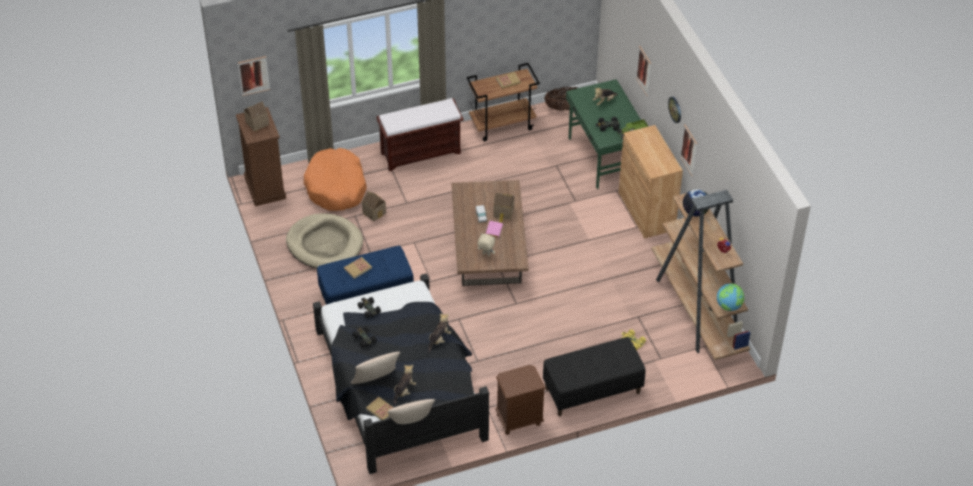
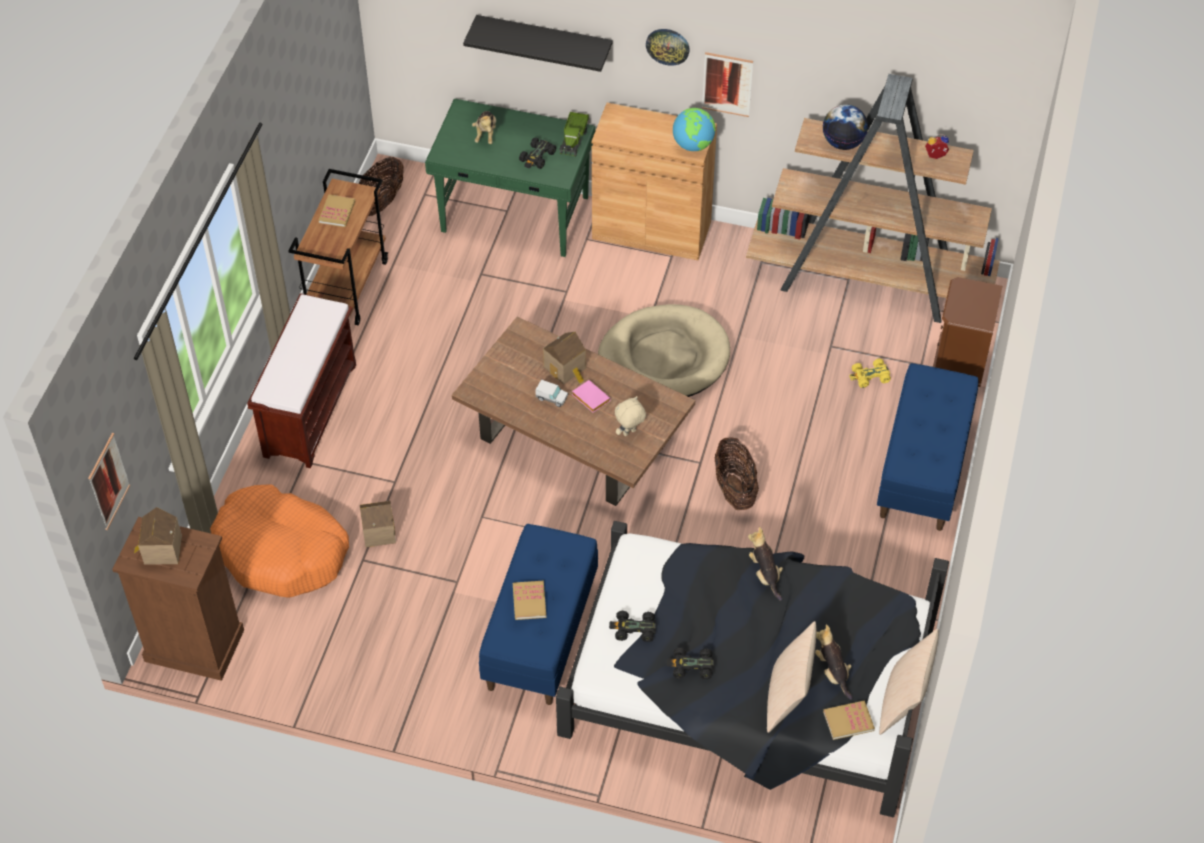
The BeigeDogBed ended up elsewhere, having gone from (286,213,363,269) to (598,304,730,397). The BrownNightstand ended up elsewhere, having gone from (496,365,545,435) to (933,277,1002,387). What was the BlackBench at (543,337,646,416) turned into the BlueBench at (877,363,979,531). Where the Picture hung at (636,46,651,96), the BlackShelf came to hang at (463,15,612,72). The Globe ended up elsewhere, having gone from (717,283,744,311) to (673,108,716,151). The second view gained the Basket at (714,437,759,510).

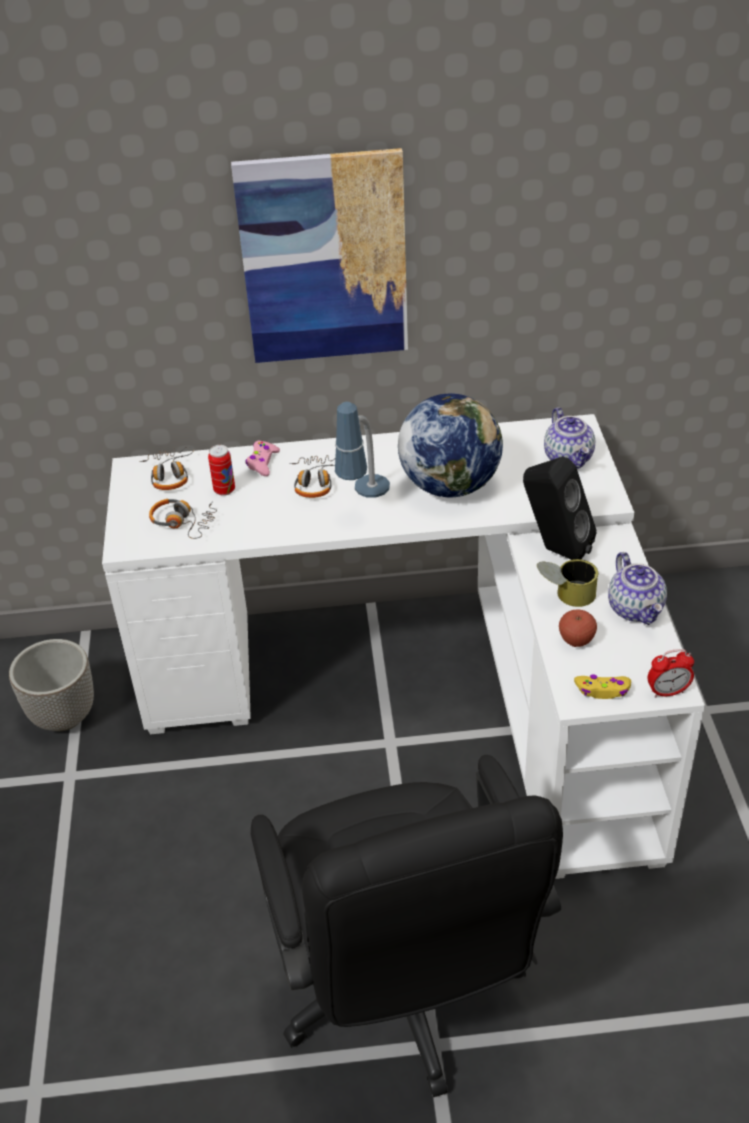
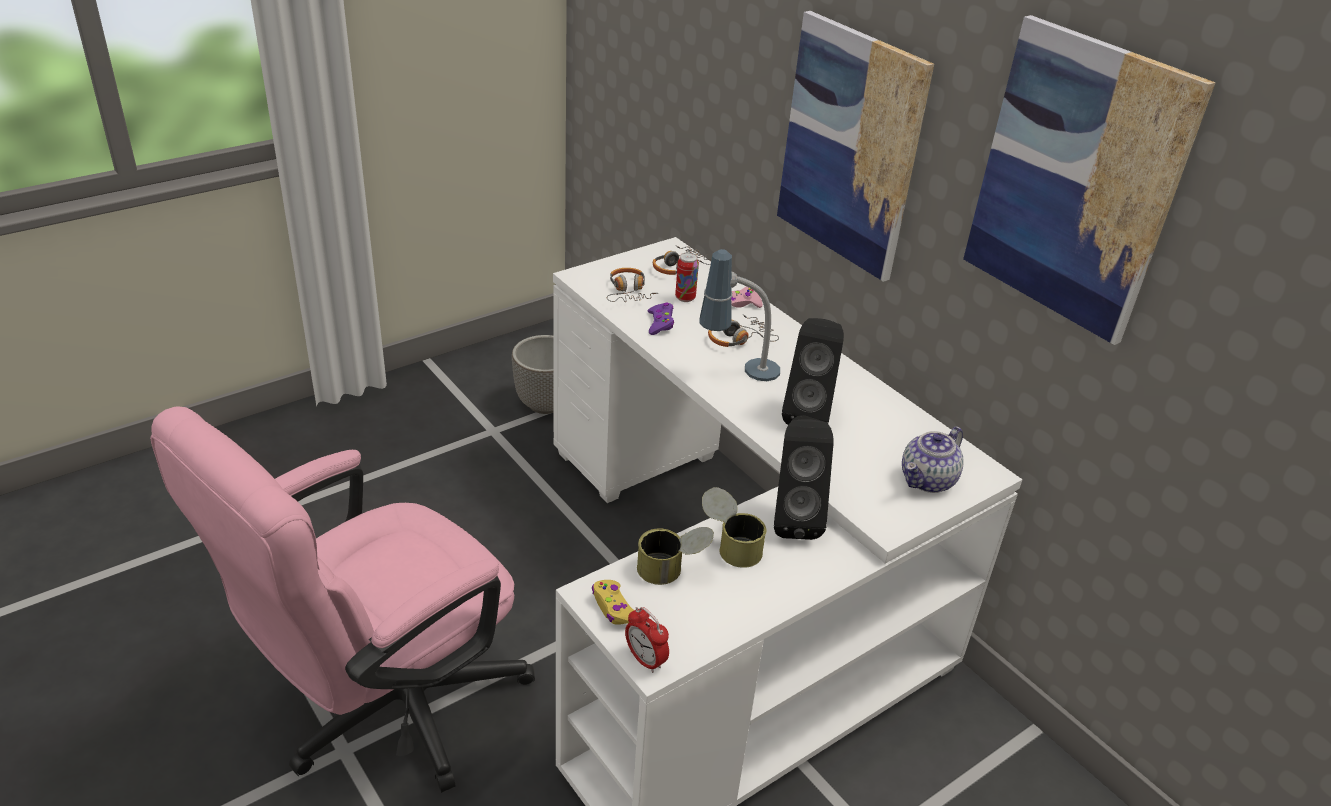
What was the BlackOfficeChair at (250,755,563,1097) turned into the PinkOfficeChair at (150,406,535,793). Where the Globe stood at (398,393,503,497), the BlackSpeaker came to stand at (782,318,844,425). Where the Apple stood at (559,609,597,647), the Can came to stand at (637,527,714,585). The second view lost the Teapot at (608,552,667,625). The second view gained the PurpleGameController at (648,302,674,335). The second view gained the Picture at (963,15,1216,345).

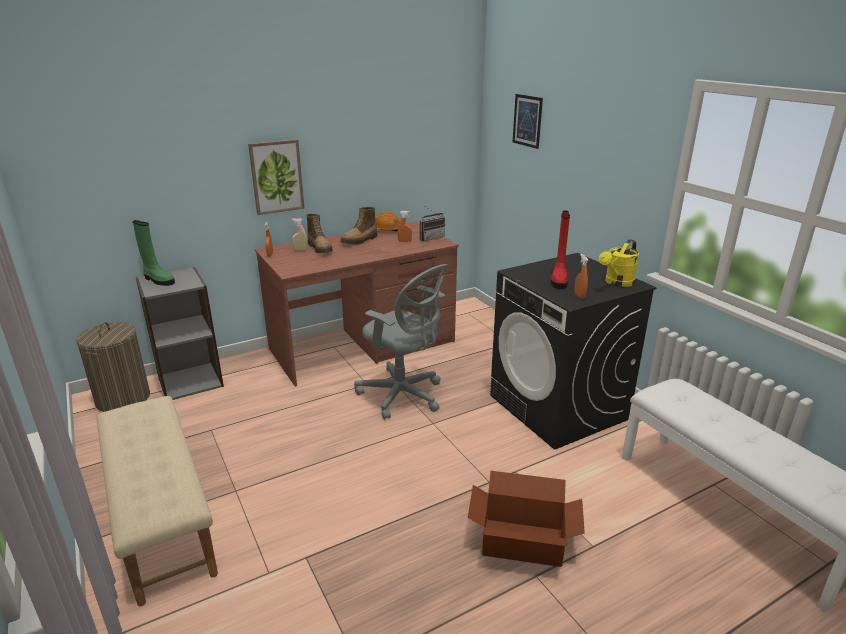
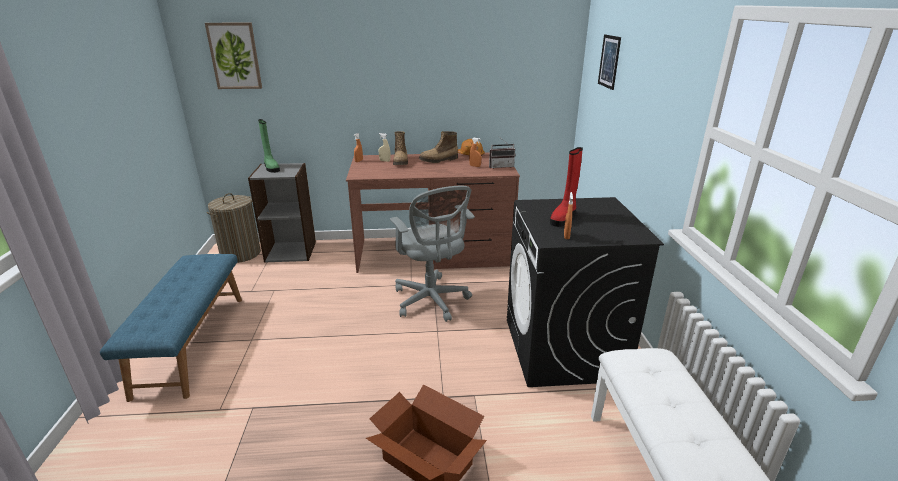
What was the BeigeBench at (96,396,218,606) turned into the BlueBench at (100,254,242,402). The Picture ended up elsewhere, having gone from (248,139,304,215) to (205,23,262,89). The second view lost the YellowWateringCan at (599,239,639,287).

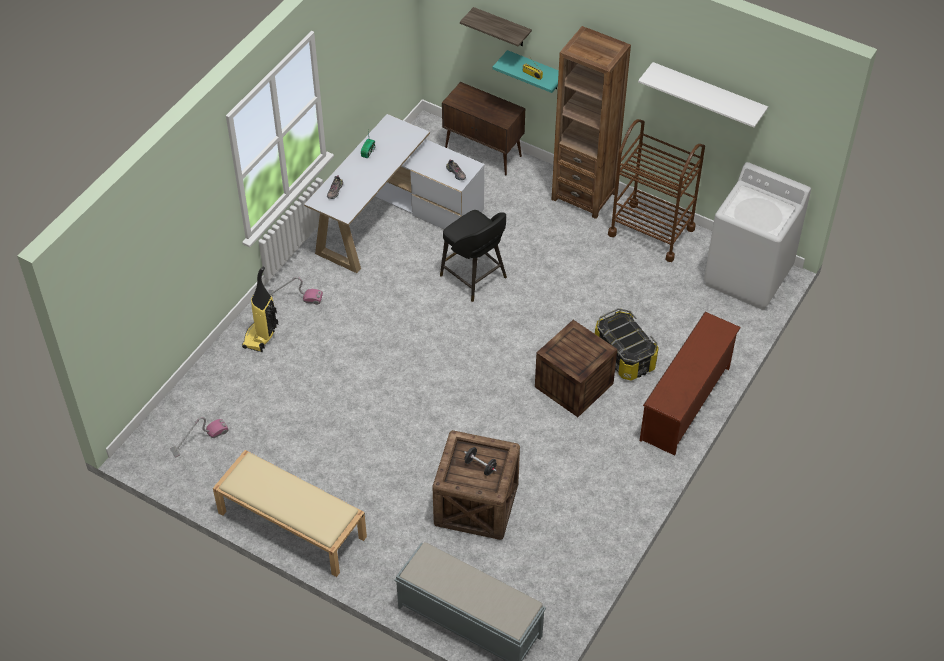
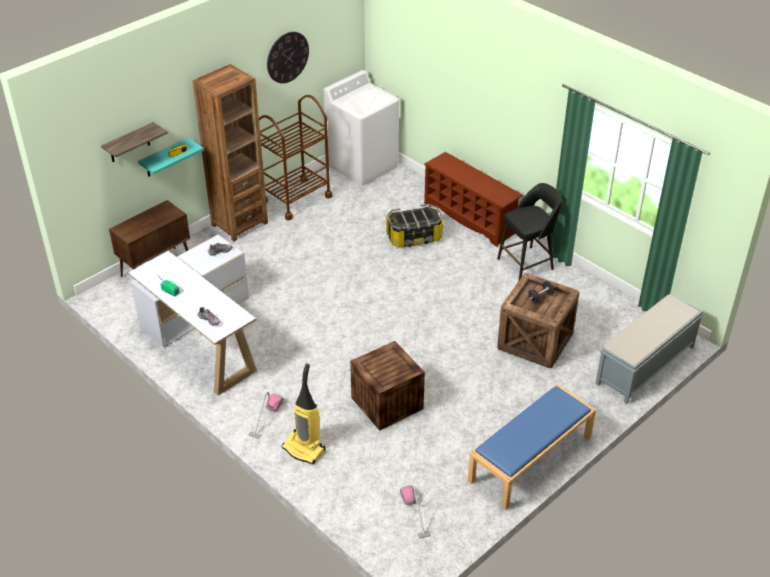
What was the BeigeBench at (213,450,367,577) turned into the BlueBench at (468,384,596,510). The BlackStool ended up elsewhere, having gone from (440,210,507,302) to (497,183,561,280). The Crate ended up elsewhere, having gone from (535,320,617,417) to (350,341,425,431). Where the WhiteShelf hung at (638,62,768,127), the WallClock came to hang at (267,32,309,83).

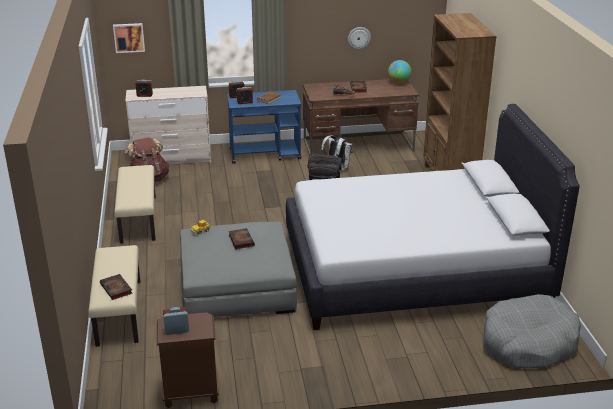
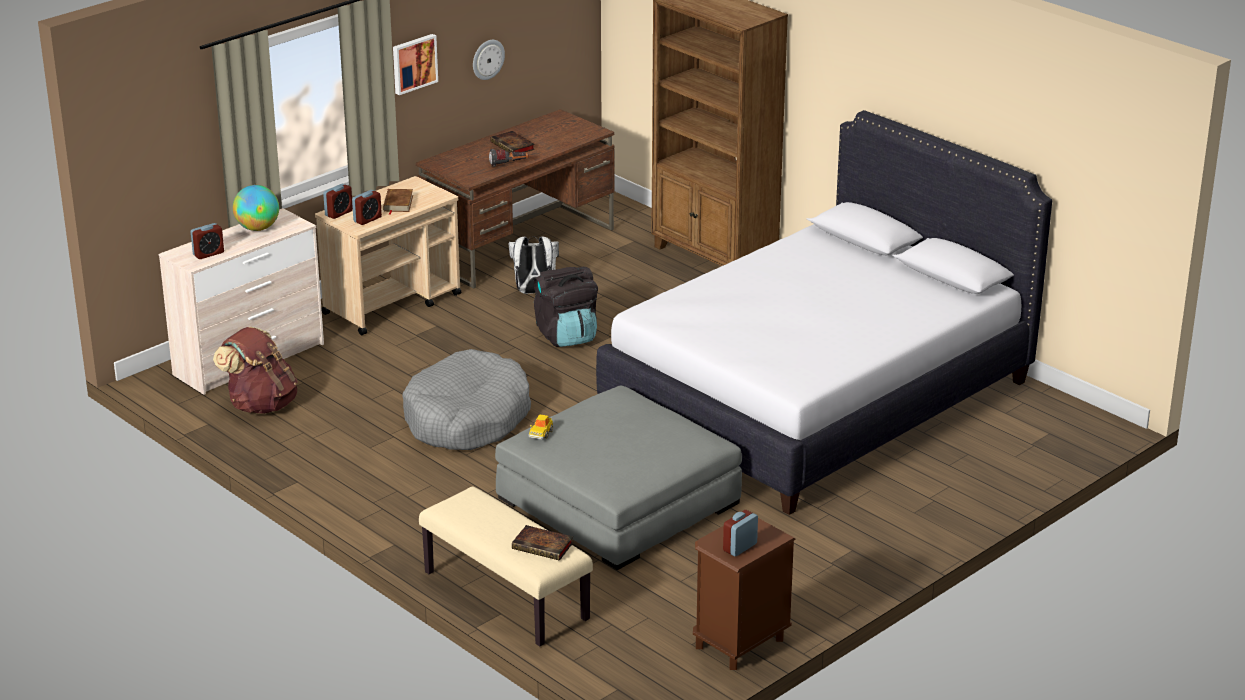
The Picture ended up elsewhere, having gone from (113,23,145,53) to (393,34,438,95). The second view lost the BeigeBench at (114,165,156,243). What was the BlueCart at (227,90,301,163) turned into the BeigeCart at (315,176,461,335). The second view lost the Book at (229,228,255,249). The Globe ended up elsewhere, having gone from (388,60,412,84) to (233,185,279,231). The GreyDogBed ended up elsewhere, having gone from (483,294,581,368) to (402,349,531,450).

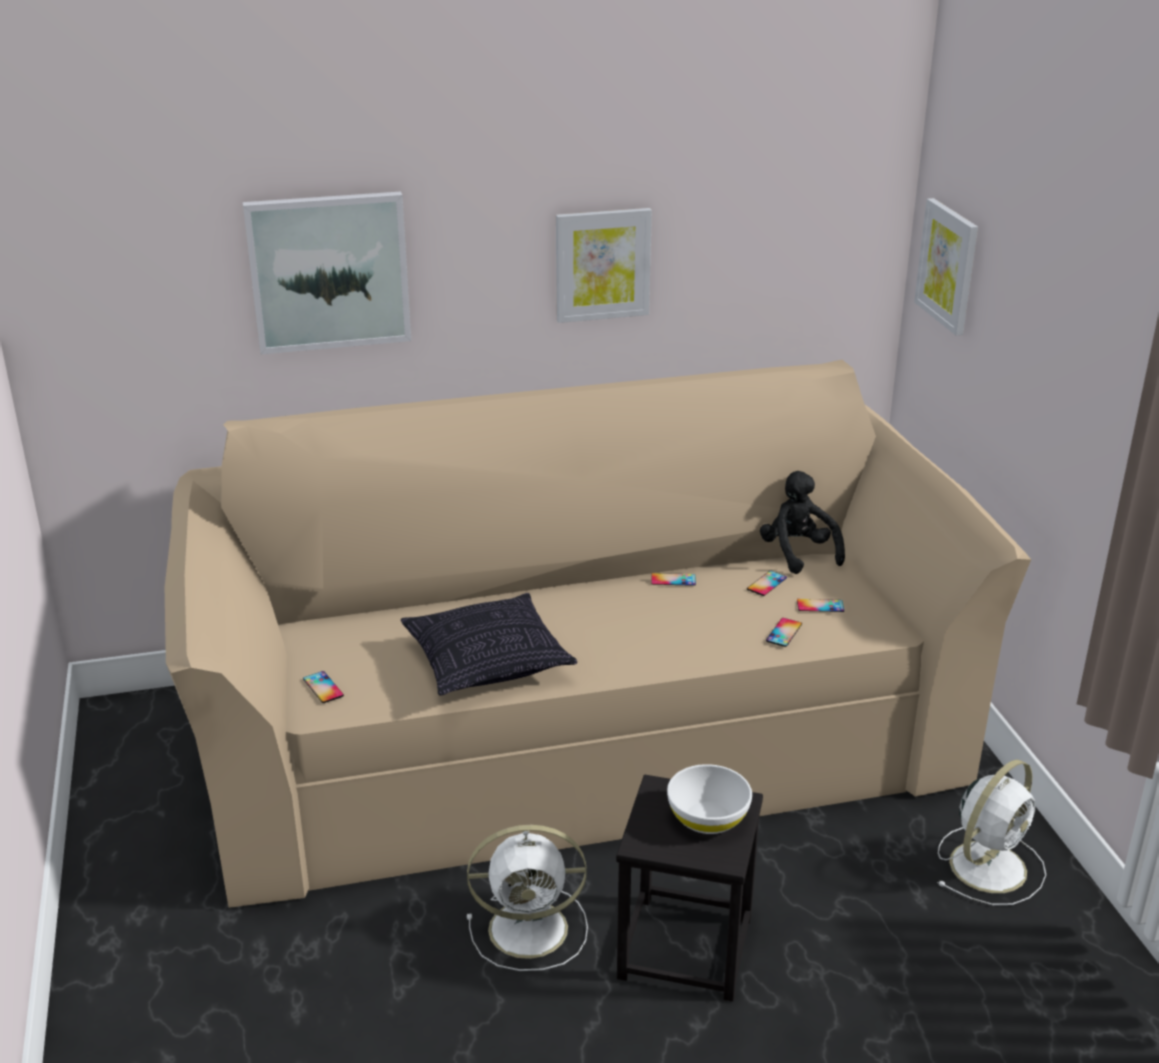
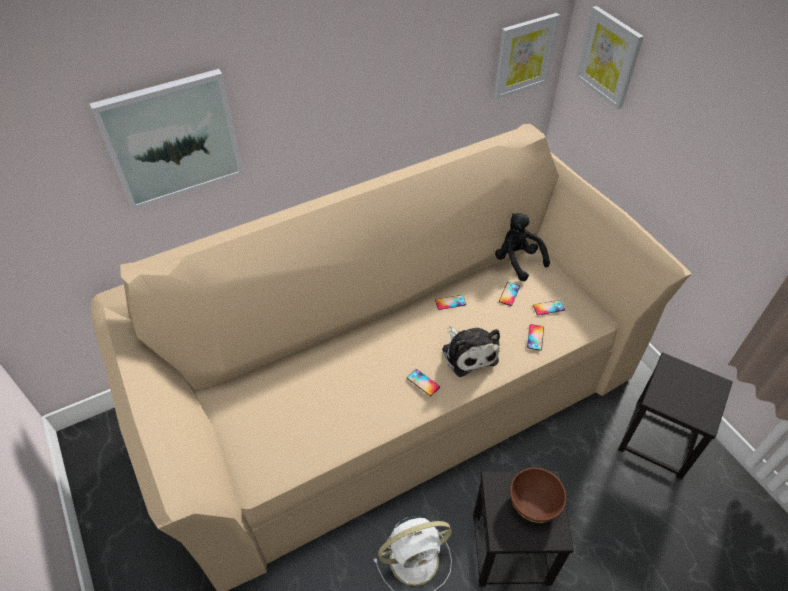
The Phone ended up elsewhere, having gone from (303,671,344,703) to (407,369,440,396). The second view lost the Pillow at (401,593,577,696). The Picture ended up elsewhere, having gone from (556,208,652,323) to (493,13,560,99). What was the WhiteBowl at (667,764,752,834) turned into the BrownBowl at (510,468,566,523). Where the WhiteFan stood at (937,760,1046,905), the BlackStool came to stand at (618,352,732,480). The second view gained the PlushToy at (442,327,500,377).

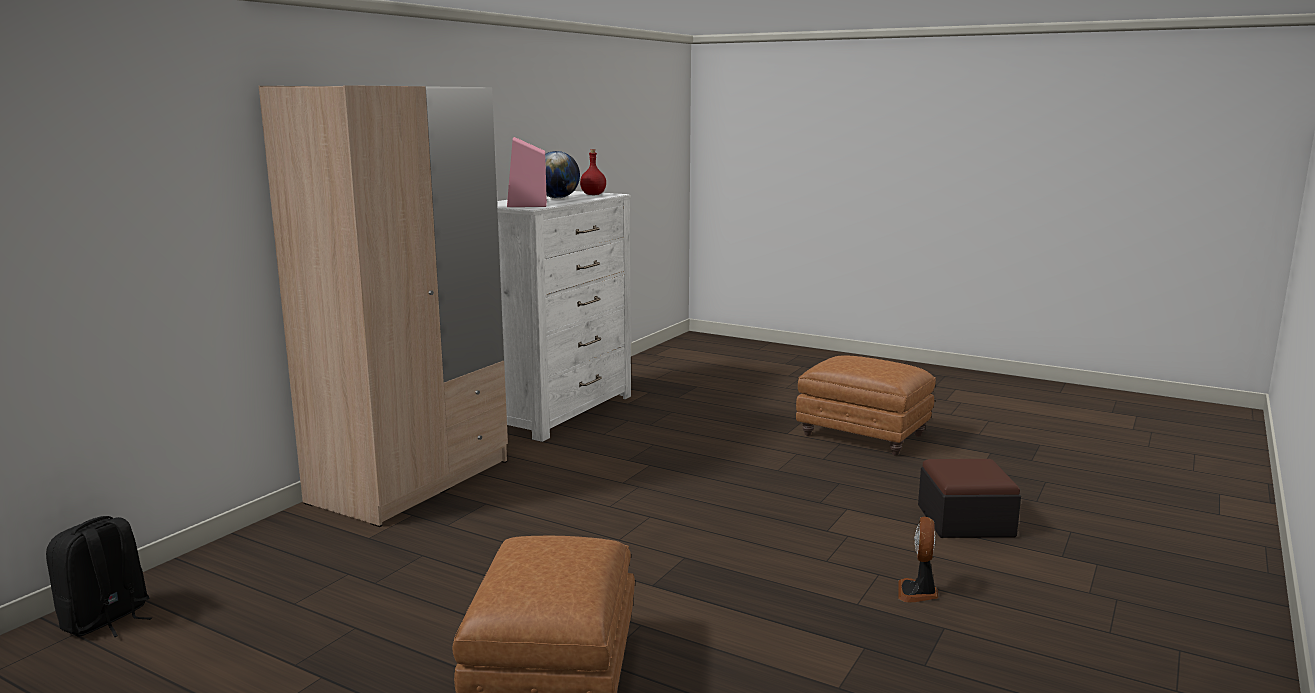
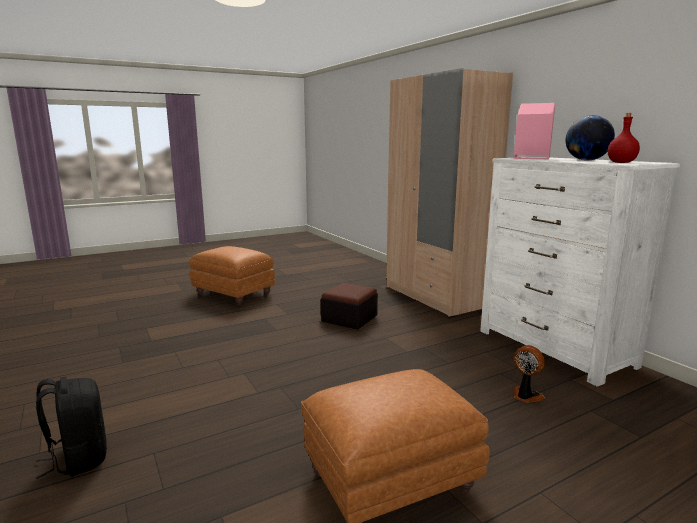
The BlackBackpack ended up elsewhere, having gone from (46,516,152,637) to (36,377,107,479). The Fan ended up elsewhere, having gone from (898,517,938,602) to (513,345,545,403). The Ottoman ended up elsewhere, having gone from (918,459,1021,538) to (321,283,378,329).

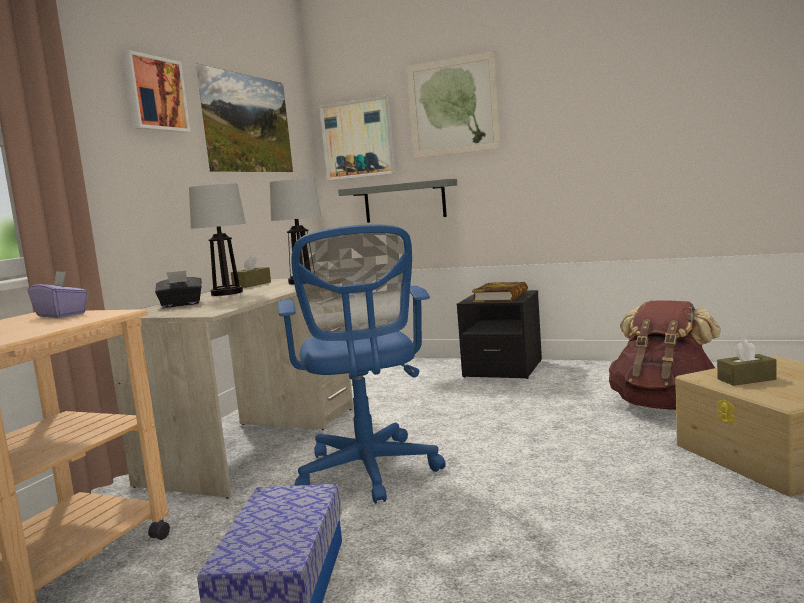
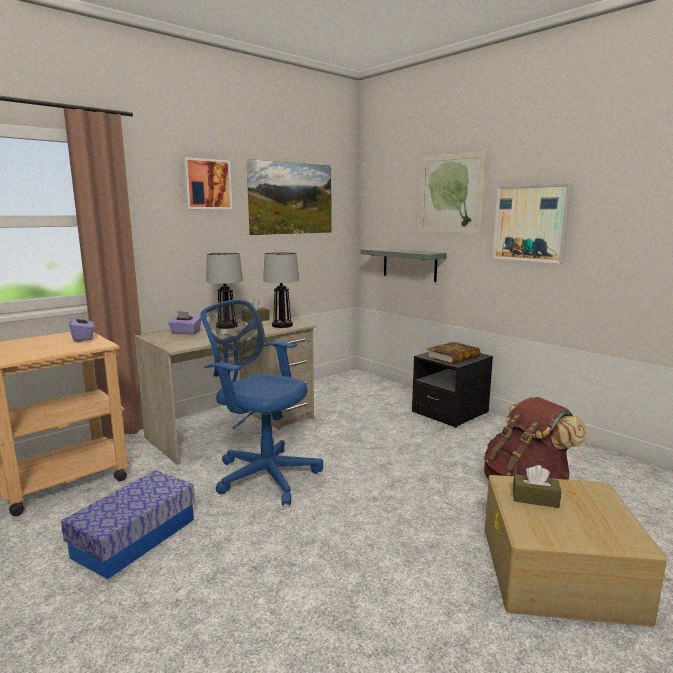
What was the BlackTissueBox at (155,270,202,308) turned into the PurpleTissueBox at (168,311,201,334). The BlueOfficeChair at (278,225,446,504) ended up facing another way, 105 degrees clockwise from before. The Picture ended up elsewhere, having gone from (320,95,396,181) to (492,183,572,264).

